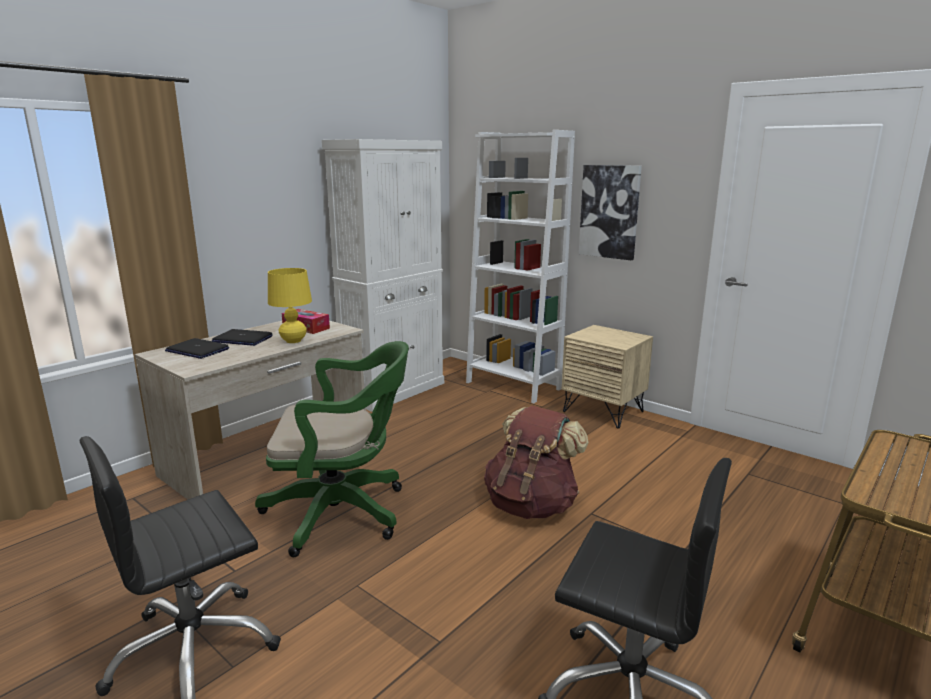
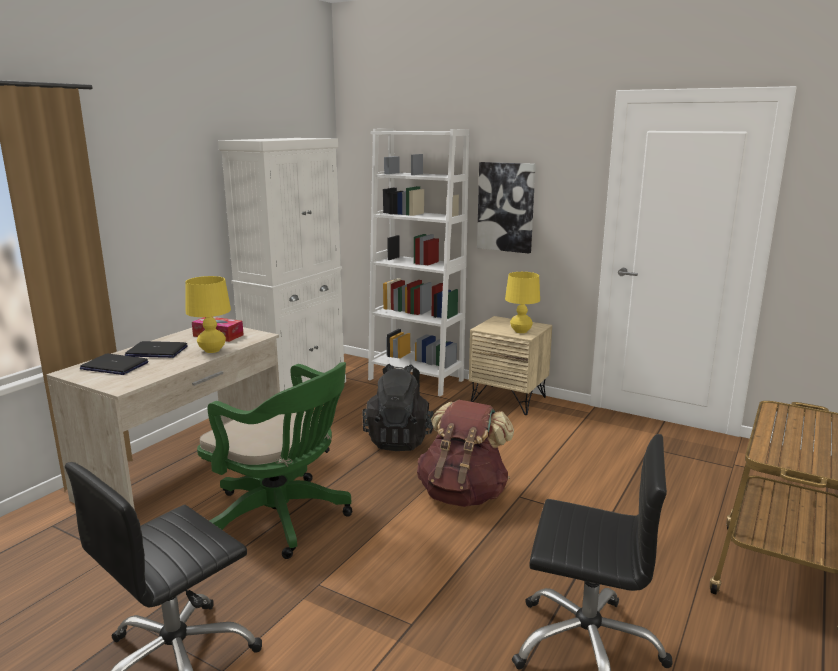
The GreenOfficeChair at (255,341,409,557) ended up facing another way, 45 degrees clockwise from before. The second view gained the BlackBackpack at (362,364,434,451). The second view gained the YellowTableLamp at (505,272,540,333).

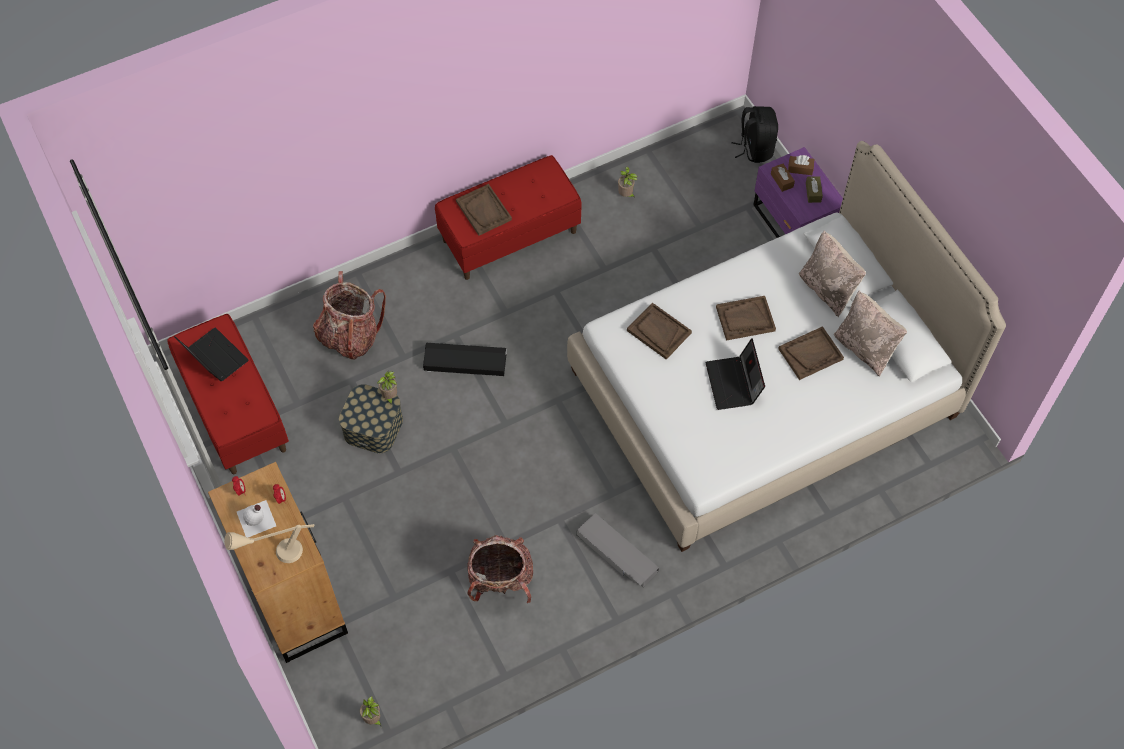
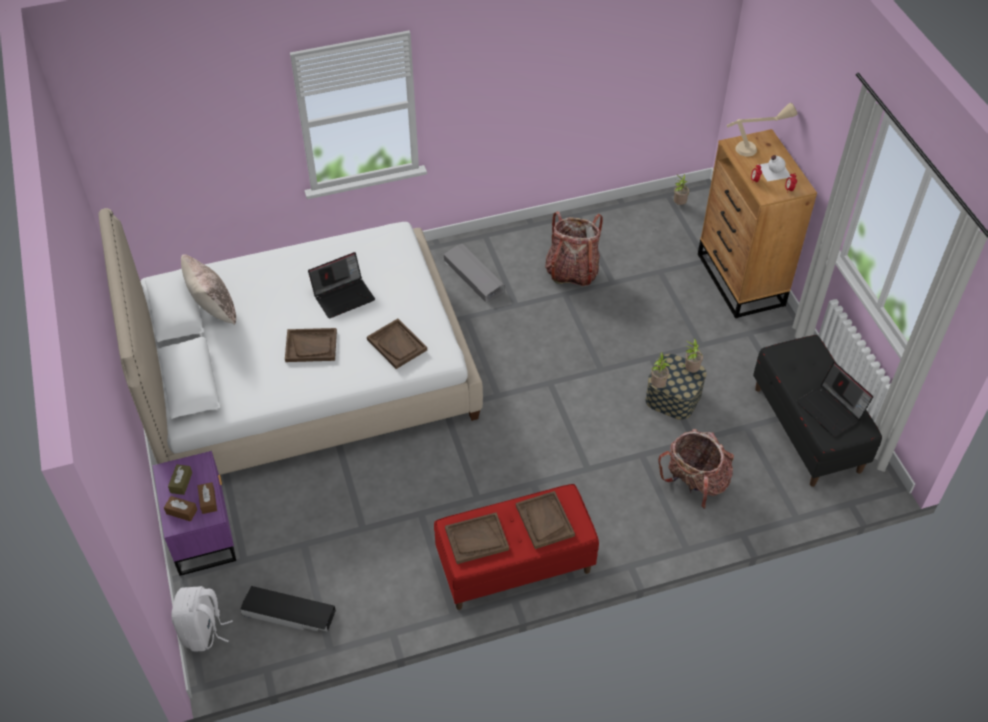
What was the RedBench at (167,314,289,474) turned into the BlackBench at (753,335,882,487). The BlackStorageBox ended up elsewhere, having gone from (423,343,507,376) to (240,586,336,632). The PottedPlant ended up elsewhere, having gone from (618,166,638,197) to (683,338,703,372). The Laptop at (705,338,765,410) ended up facing another way, 60 degrees clockwise from before. What was the BlackBackpack at (732,106,778,163) turned into the WhiteBackpack at (171,586,233,651). The BrownTray ended up elsewhere, having gone from (778,326,844,380) to (445,512,509,564). The second view lost the BeigePillow at (799,230,866,317).

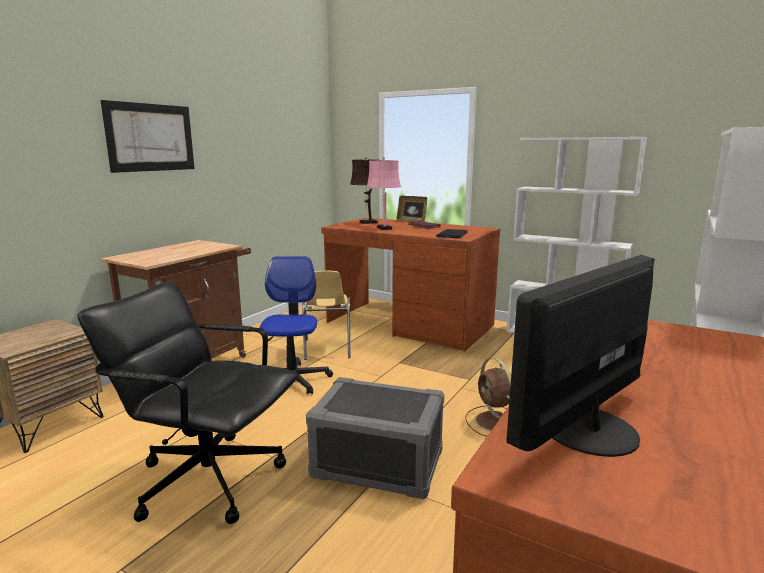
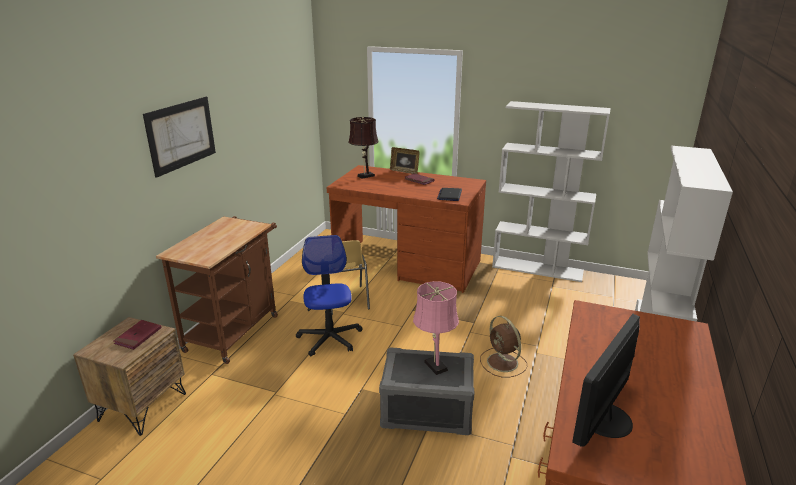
The second view lost the BlackOfficeChair at (77,281,298,524). The PinkTableLamp ended up elsewhere, having gone from (366,157,401,230) to (413,281,459,375). The second view gained the RedBook at (113,320,162,350).

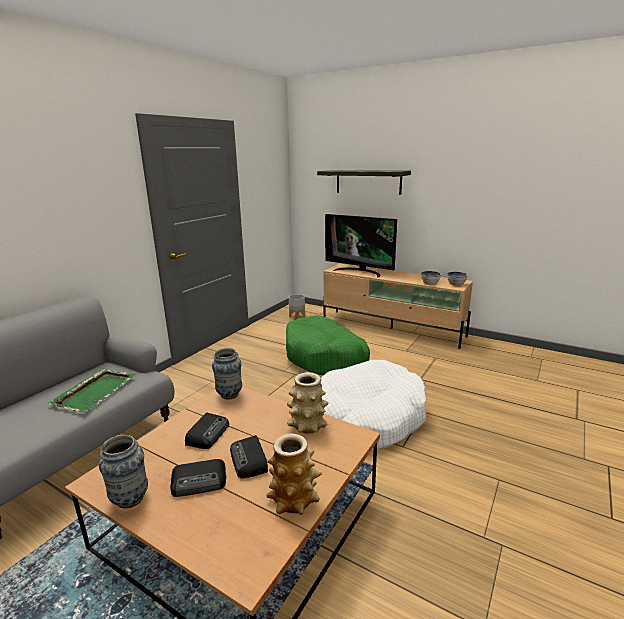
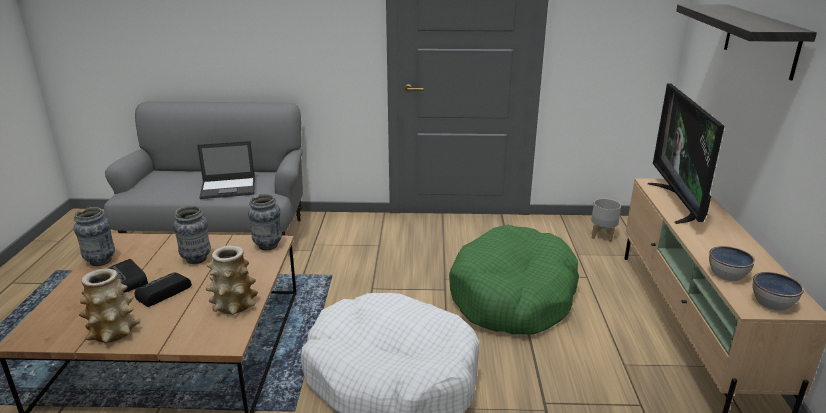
Where the GreenTray stood at (48,369,136,413), the Laptop came to stand at (197,141,255,199). Where the Radio stood at (185,413,229,449), the Vase came to stand at (173,206,211,264).

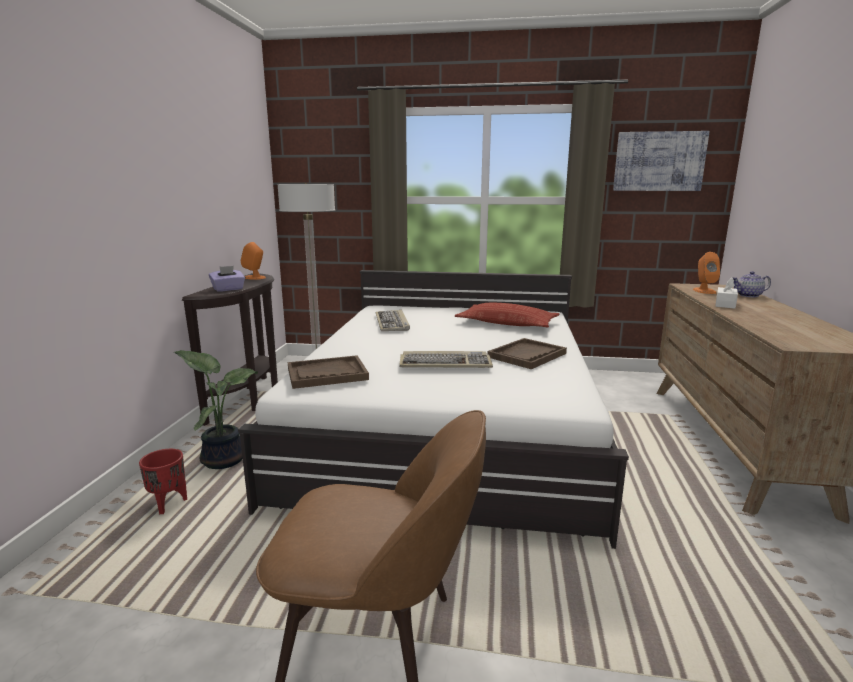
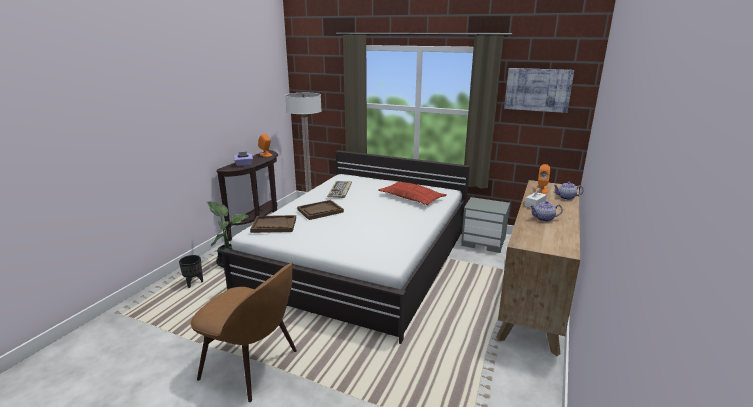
What was the RedPlanter at (139,449,187,514) turned into the BlackPlanter at (179,255,203,288). The second view lost the Keyboard at (400,351,493,368). The BrownTray ended up elsewhere, having gone from (488,338,567,369) to (297,200,344,220). The second view gained the GreyNightstand at (461,197,510,253). The second view gained the Teapot at (529,201,563,222).

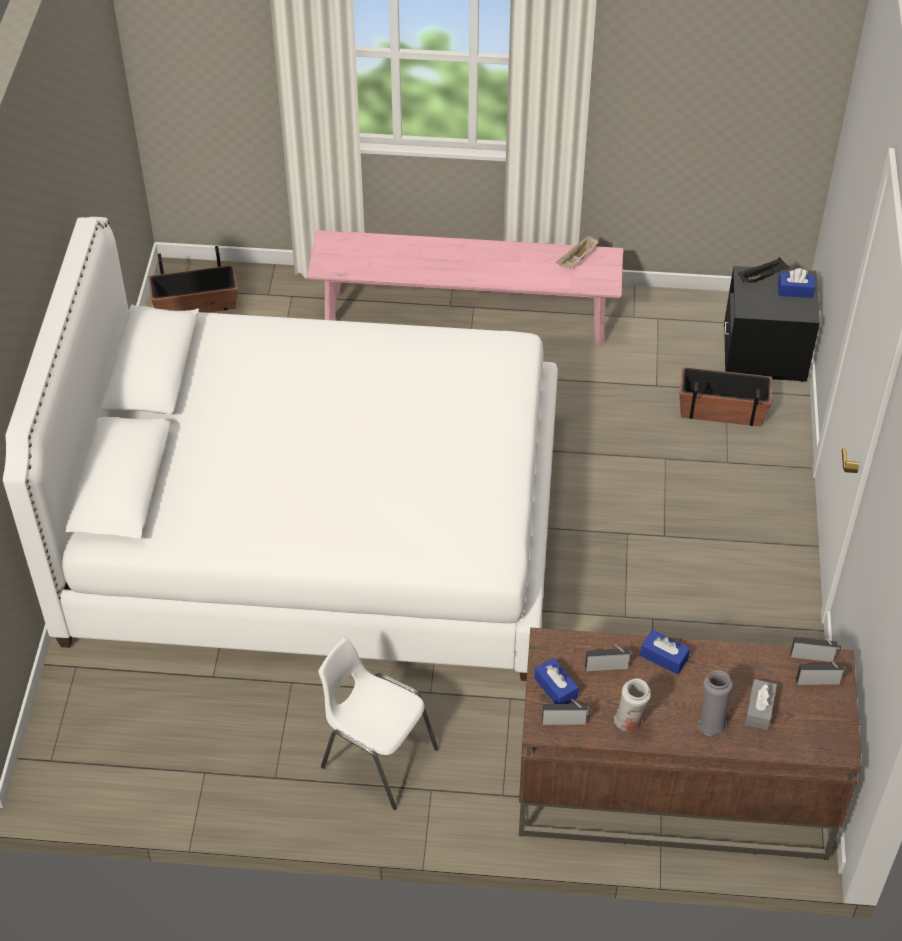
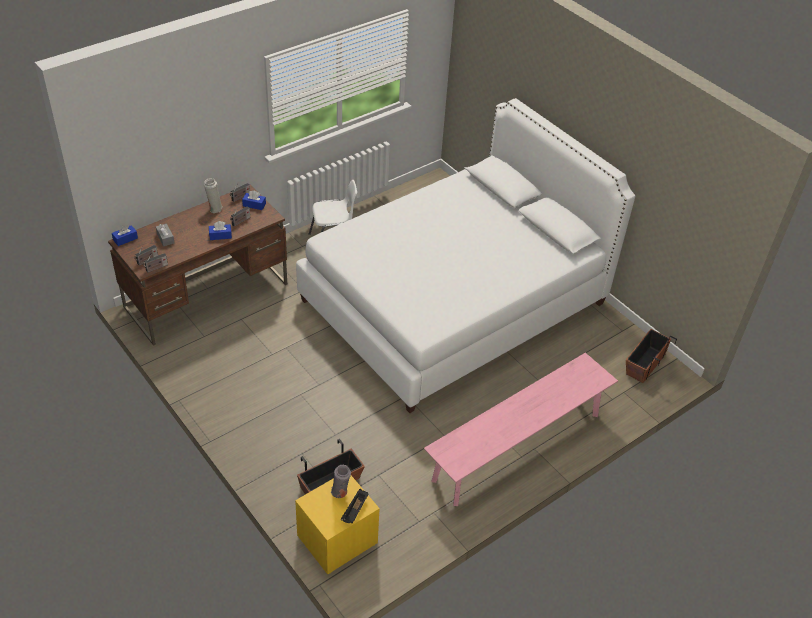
The second view lost the BeigeTray at (556,235,598,269). The GreyVase ended up elsewhere, having gone from (698,670,733,736) to (331,465,351,498). What was the BlackNightstand at (724,266,820,382) turned into the YellowNightstand at (295,476,380,574). The BlueTissueBox ended up elsewhere, having gone from (778,268,815,298) to (112,225,138,246).

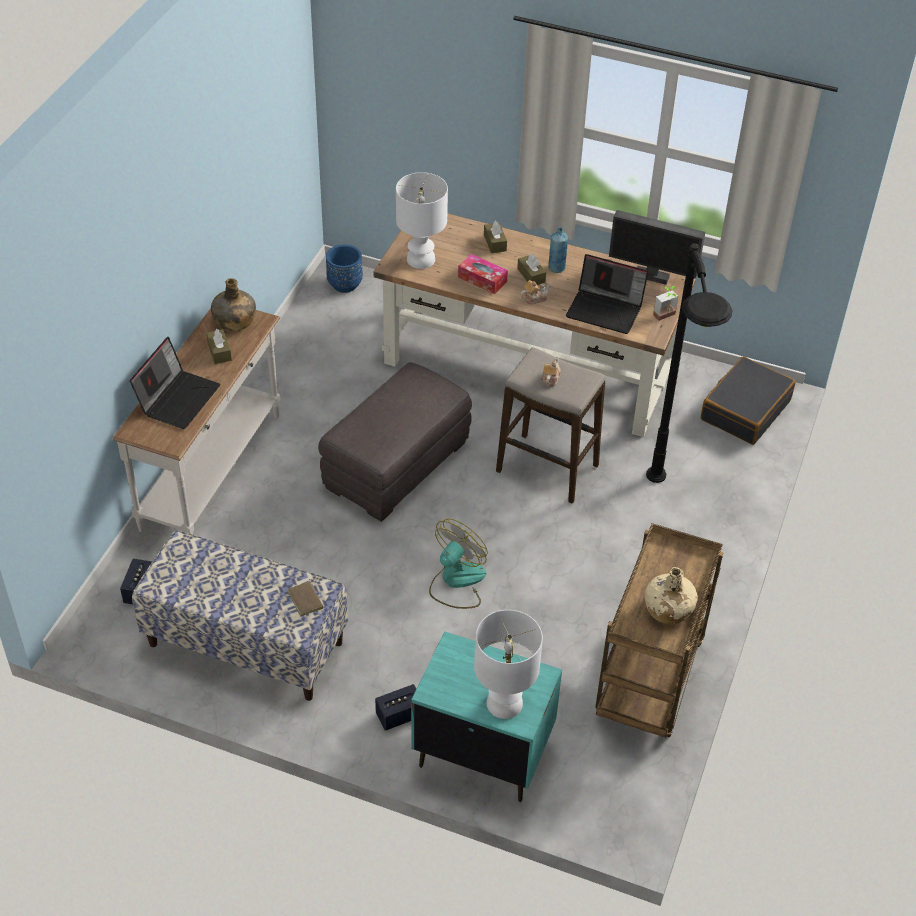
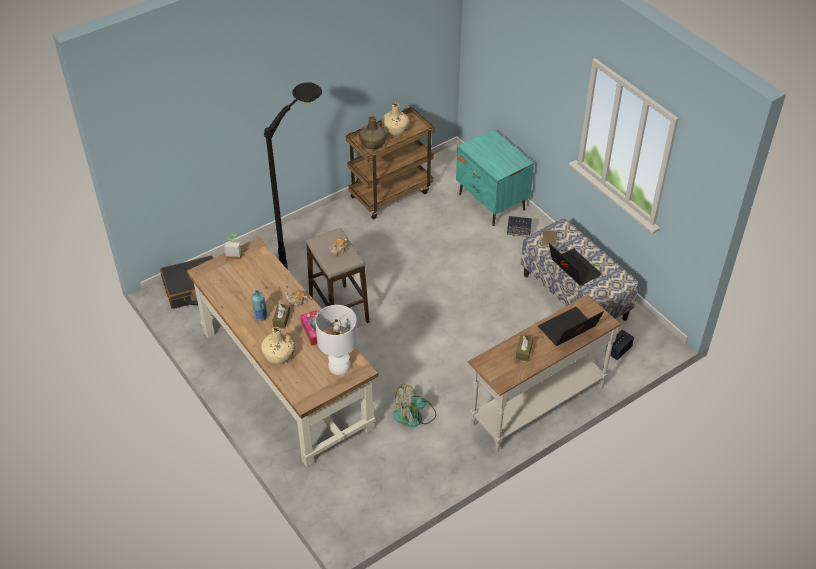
The GreenBottle ended up elsewhere, having gone from (211,278,256,331) to (359,116,387,149). The second view lost the GreyOttoman at (318,362,472,522). The second view lost the BluePlanter at (326,244,363,293). The Fan ended up elsewhere, having gone from (429,519,488,609) to (393,384,436,427). The second view lost the WhiteTableLamp at (474,610,543,719). Where the BrownTissueBox stood at (484,221,507,253), the BeigeBottle came to stand at (261,327,295,364). The Laptop ended up elsewhere, having gone from (566,254,648,334) to (549,243,602,286). The second view lost the Monitor at (609,210,705,285).

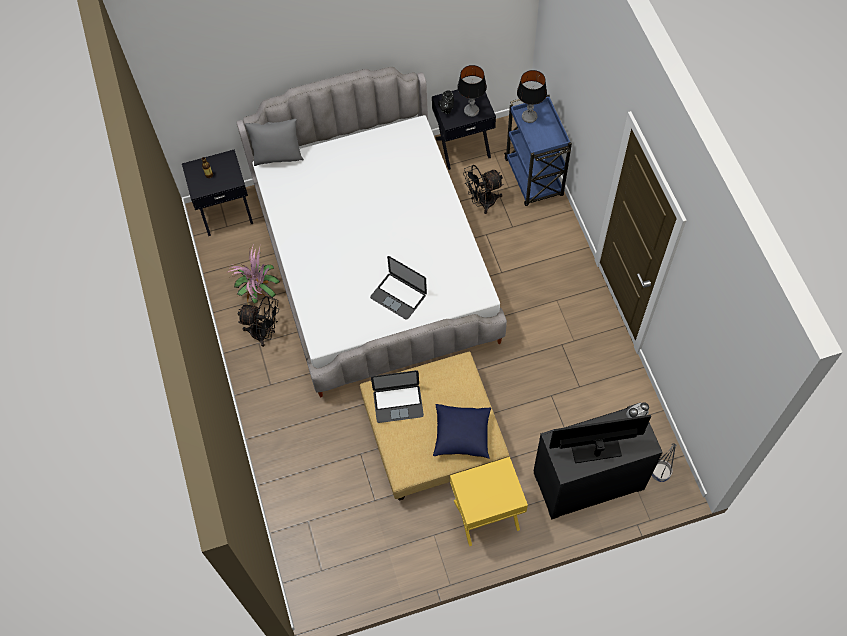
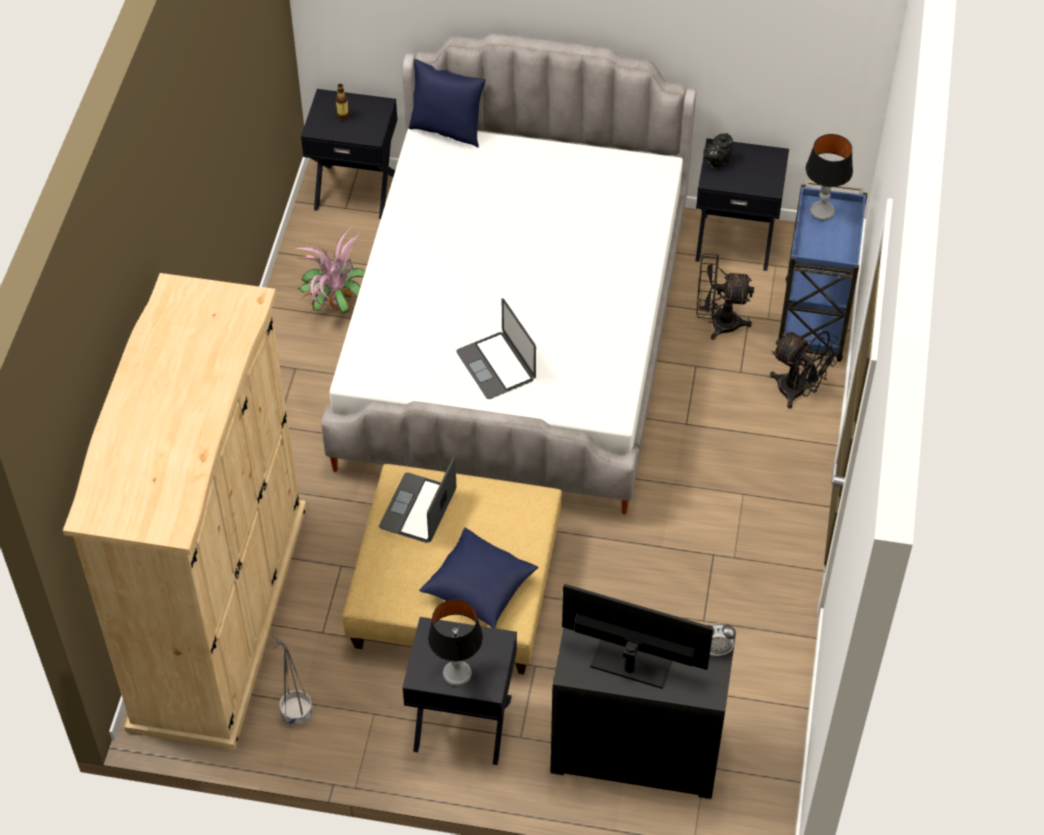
The BlackFan ended up elsewhere, having gone from (238,296,279,347) to (770,331,842,408). What was the GreyPillow at (244,119,304,166) turned into the BluePillow at (408,59,486,148). The Laptop at (371,370,424,423) ended up facing another way, 90 degrees clockwise from before. What was the YellowNightstand at (450,457,528,546) turned into the BlackNightstand at (402,617,517,765). The TableLamp ended up elsewhere, having gone from (457,65,487,117) to (428,599,483,686). The GreyPlanter ended up elsewhere, having gone from (652,443,677,482) to (272,636,313,725). The second view gained the BeigeWardrobe at (63,273,306,750).

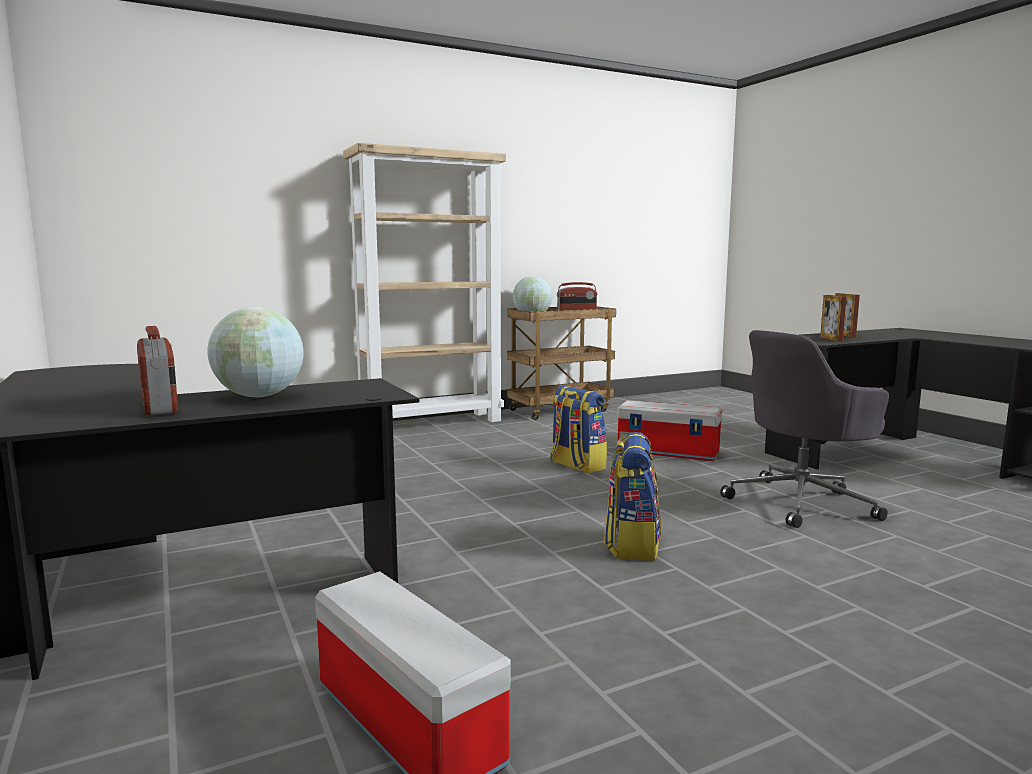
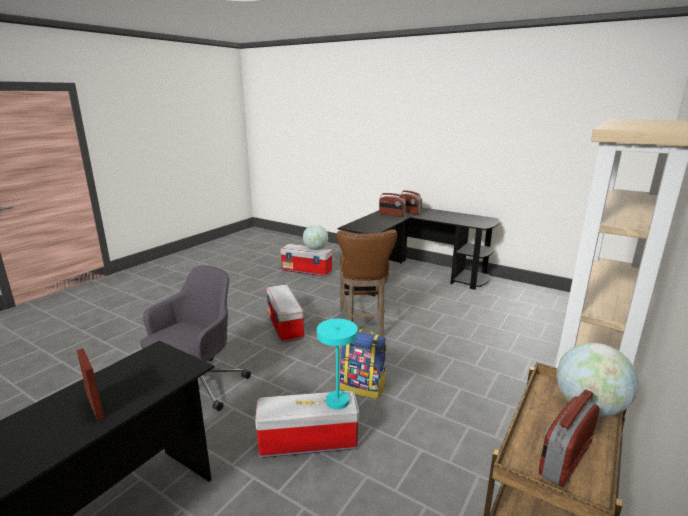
The Globe ended up elsewhere, having gone from (208,307,304,397) to (303,224,328,250). Where the Backpack stood at (604,432,661,561), the StorageBox came to stand at (266,284,304,343). The second view lost the PictureFrame at (820,295,847,342). The second view gained the TurquoiseTableLamp at (295,319,358,410). The second view gained the BrownStool at (337,230,397,336). The second view gained the Radio at (400,190,422,215).

